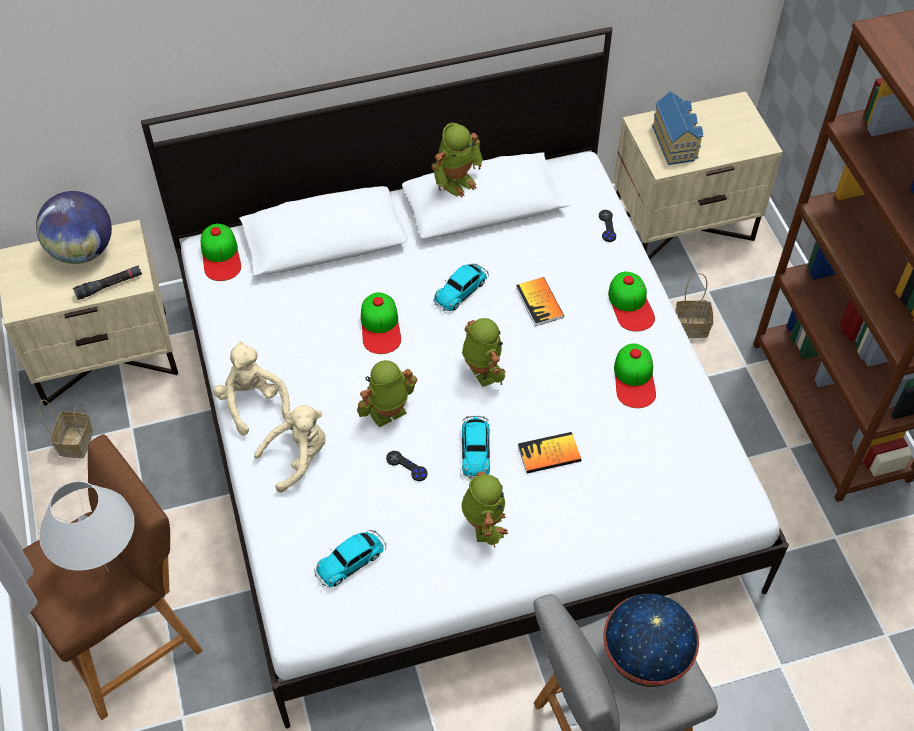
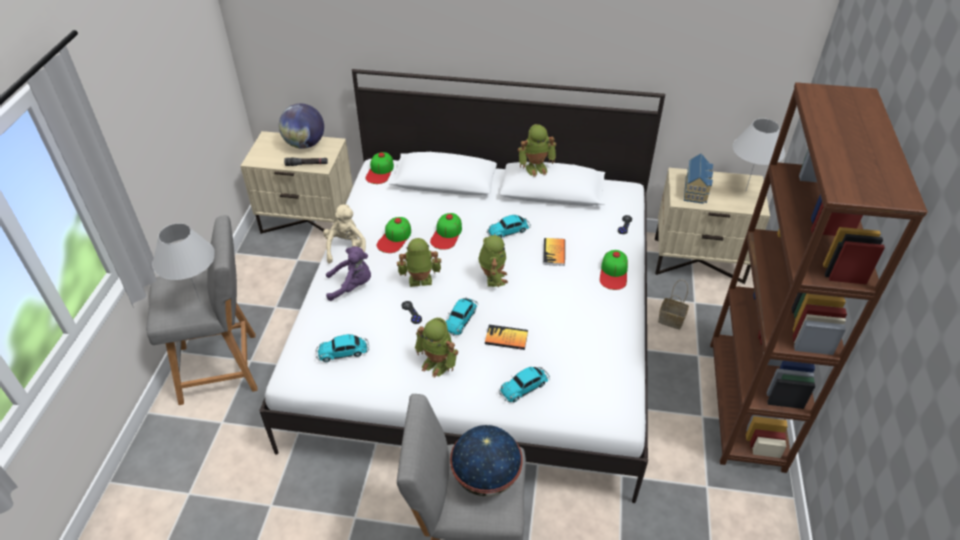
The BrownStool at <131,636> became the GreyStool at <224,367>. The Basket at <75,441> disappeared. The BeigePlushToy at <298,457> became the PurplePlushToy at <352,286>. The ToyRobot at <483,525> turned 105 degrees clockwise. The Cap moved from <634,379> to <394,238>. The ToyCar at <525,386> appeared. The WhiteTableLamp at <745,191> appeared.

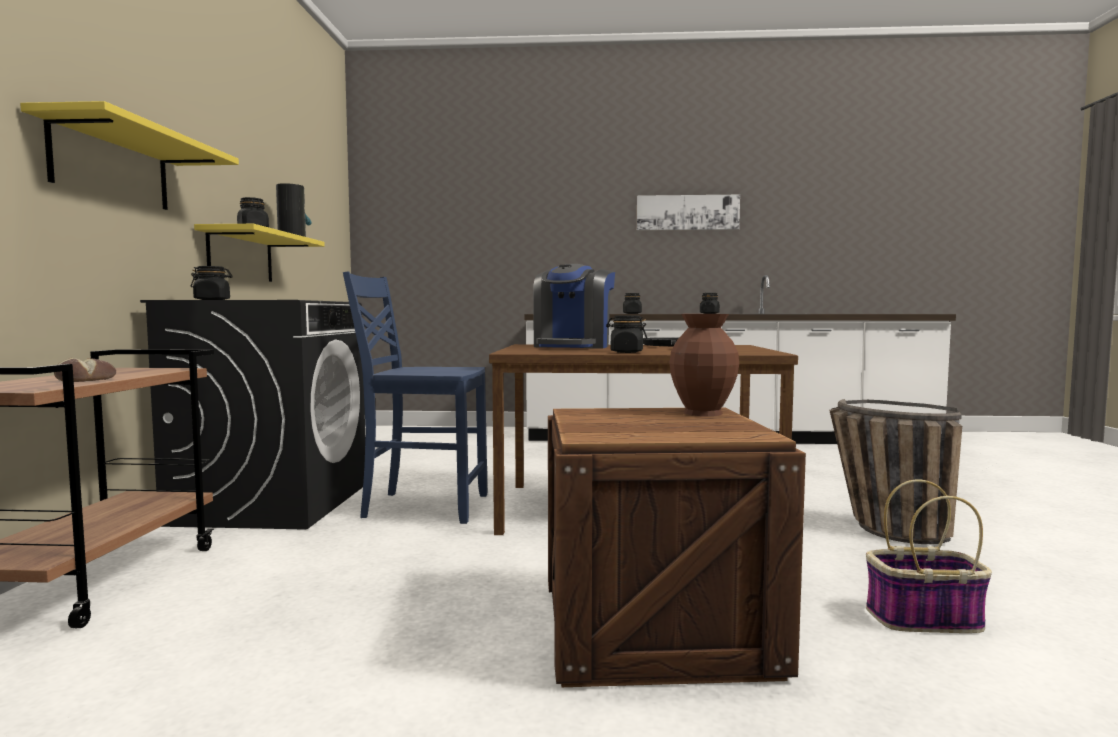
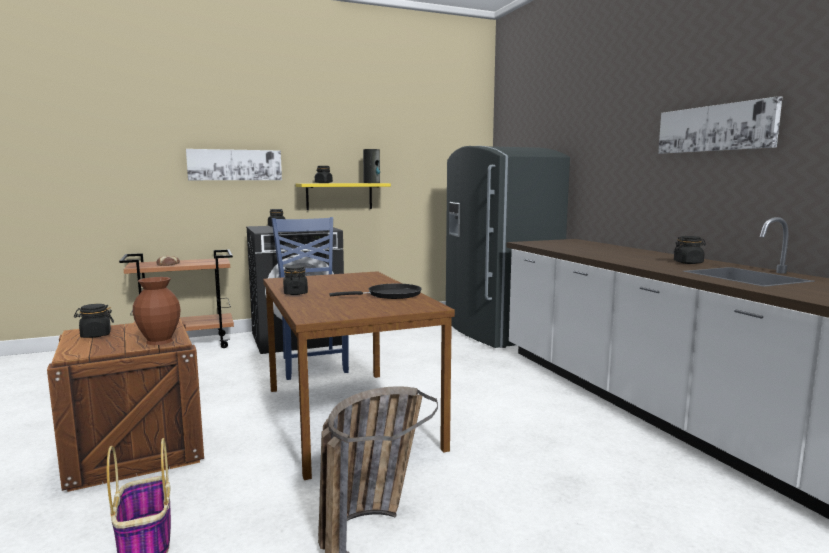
The YellowShelf at <112,166> was replaced by the Picture at <235,165>. The CoffeeMachine at <573,346> disappeared. The BlackJar moved from <632,313> to <95,335>. The GreyFridge at <497,331> appeared.

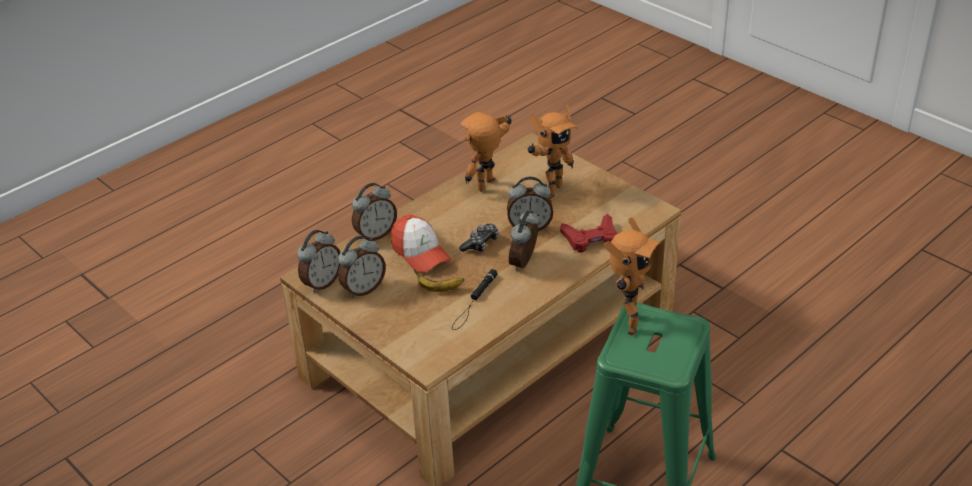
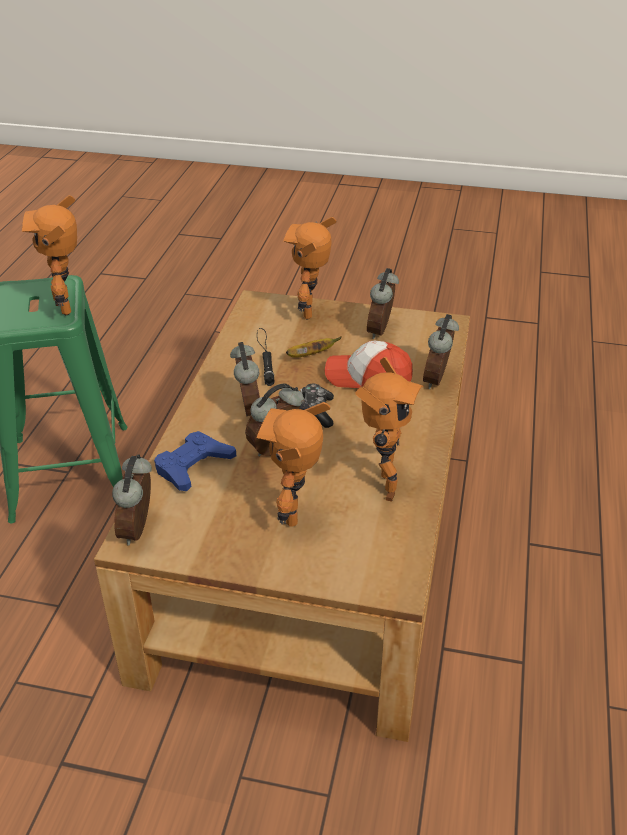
The AlarmClock moved from <322,283> to <139,530>. The RedGameController at <591,238> became the BlueGameController at <193,466>. The ToyRobot at <311,312> appeared.

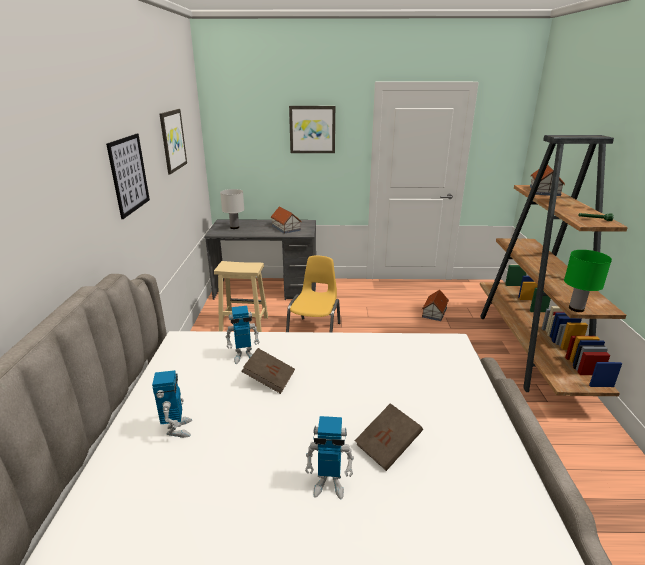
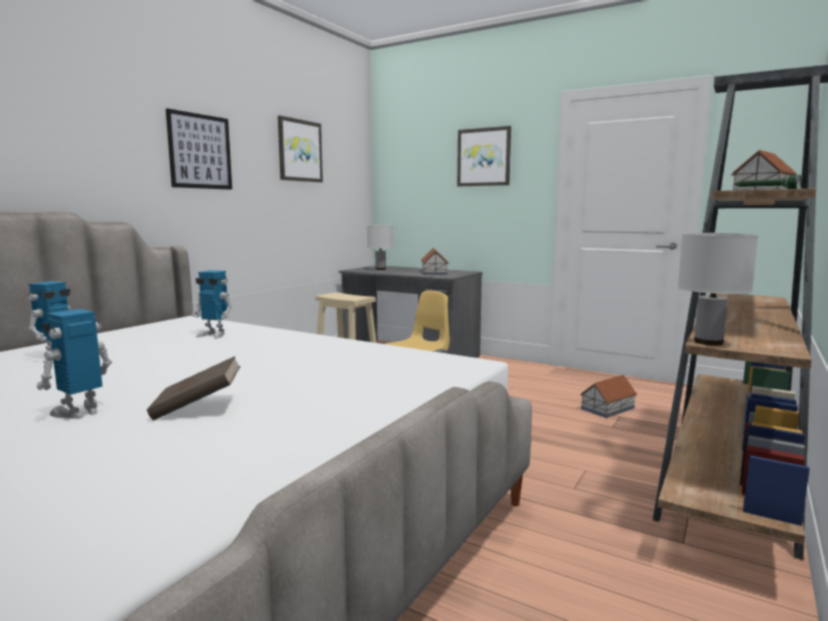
The BrownBook at <269,379> disappeared. The ToyRobot at <329,484> turned 90 degrees clockwise. The GreenTableLamp at <576,309> became the WhiteTableLamp at <709,342>.

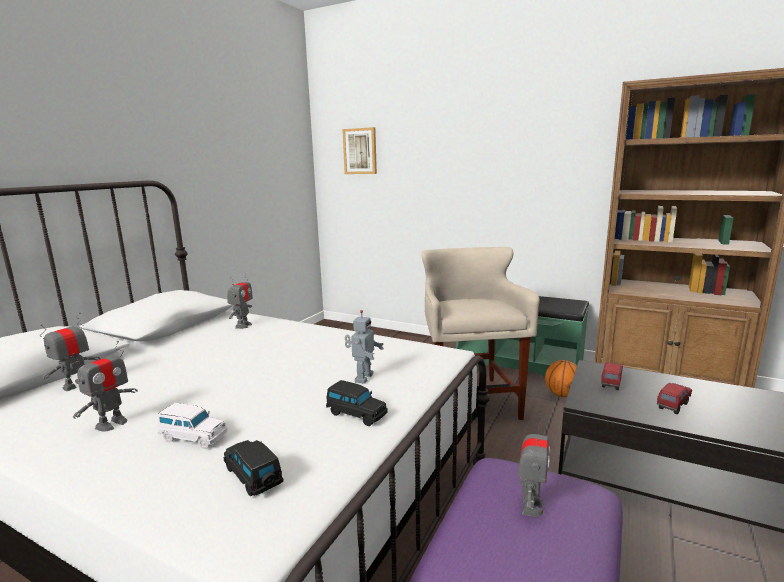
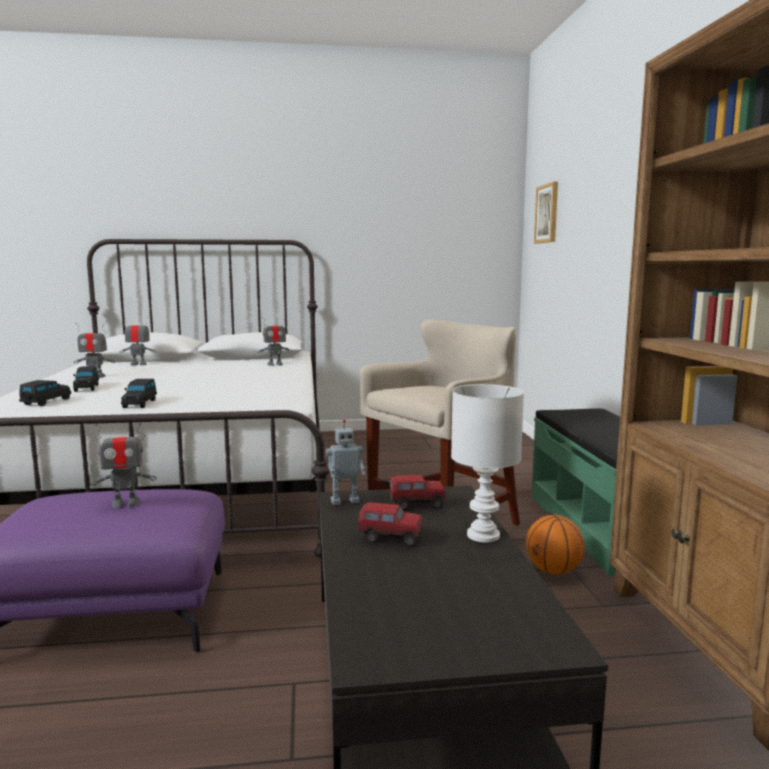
The WhiteToyCar at <193,437> became the BlackToyCar at <87,388>. The ToyRobot moved from <363,378> to <344,501>. The WhiteTableLamp at <484,535> appeared.

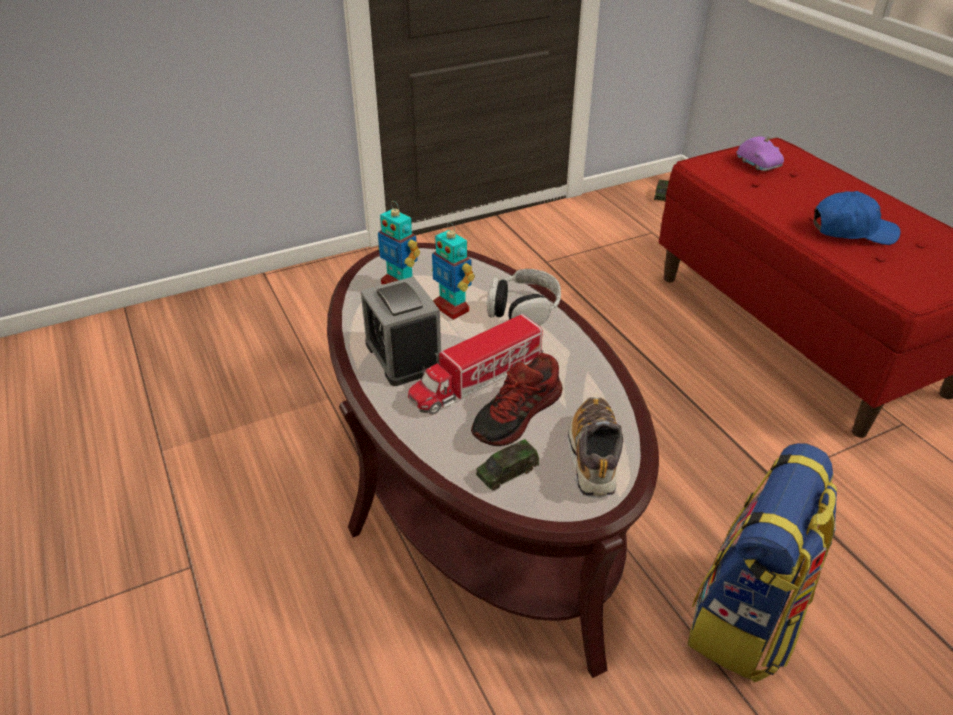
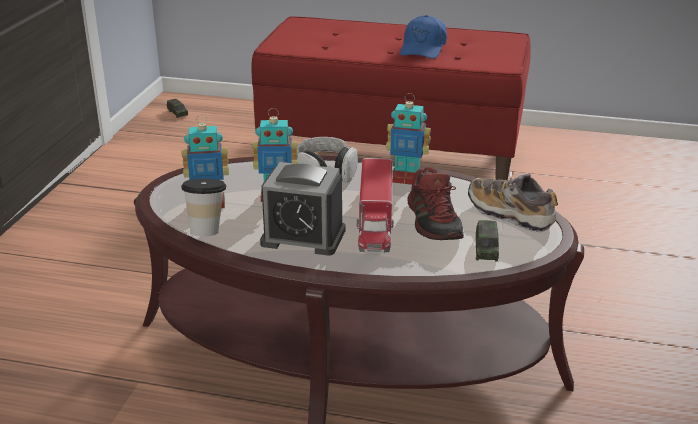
The Backpack at <746,619> disappeared. The PurpleToyCar at <758,163> disappeared. The BlueCap at <852,231> turned 150 degrees clockwise. The Cup at <207,230> appeared. The ToyRobot at <406,179> appeared.

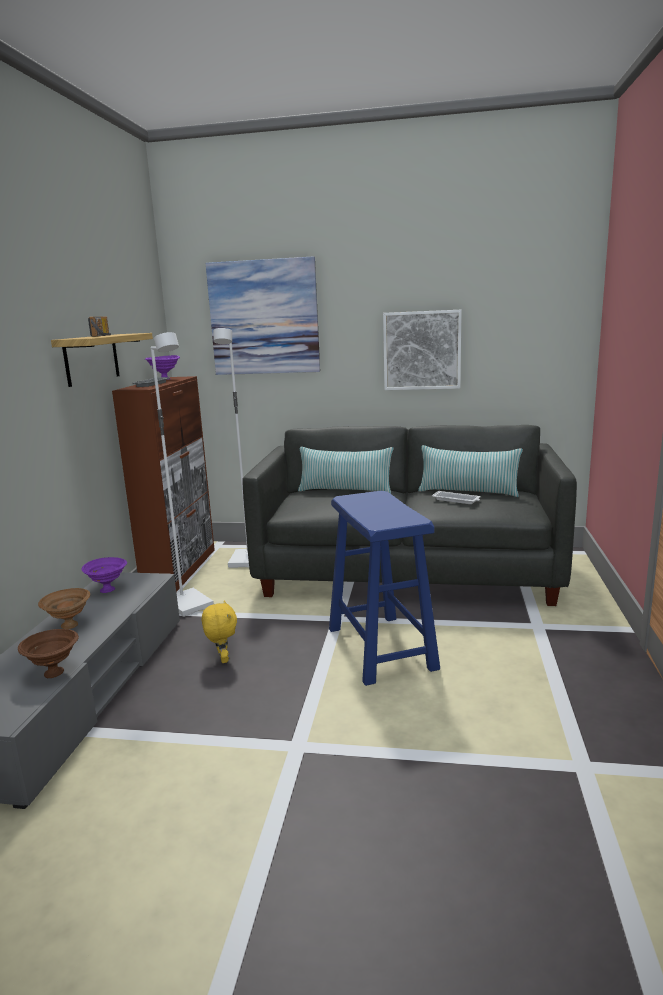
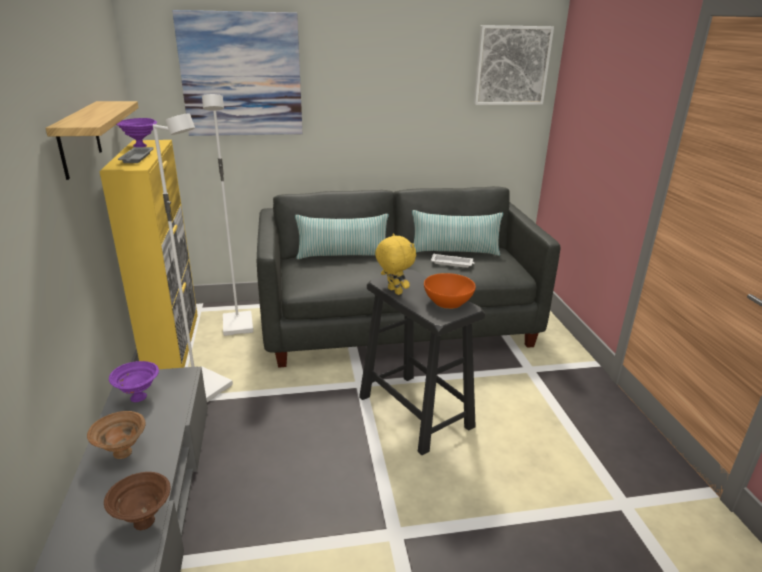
The Radio at <104,335> disappeared. The BrownCabinet at <180,569> became the YellowCabinet at <173,343>. The YellowPlushToy moved from <222,659> to <393,291>. The BlueStool at <380,647> became the BlackStool at <415,411>. The Picture moved from <422,350> to <511,66>. The OrangeBowl at <448,302> appeared.

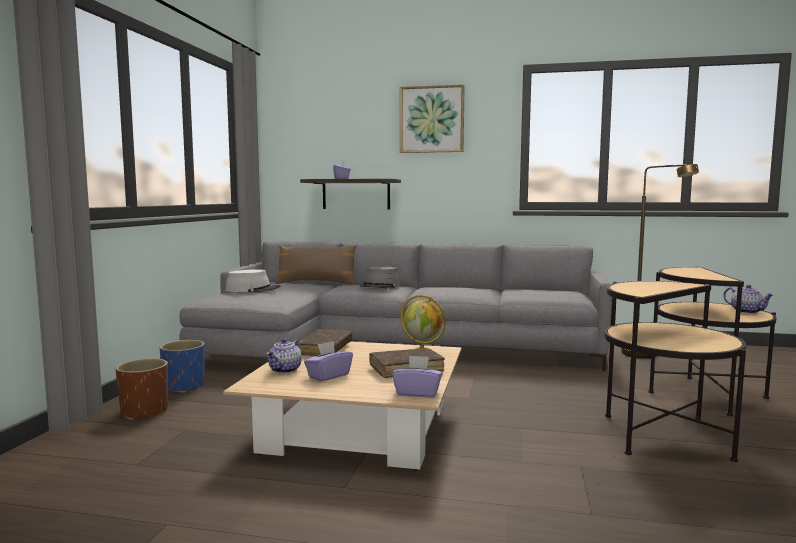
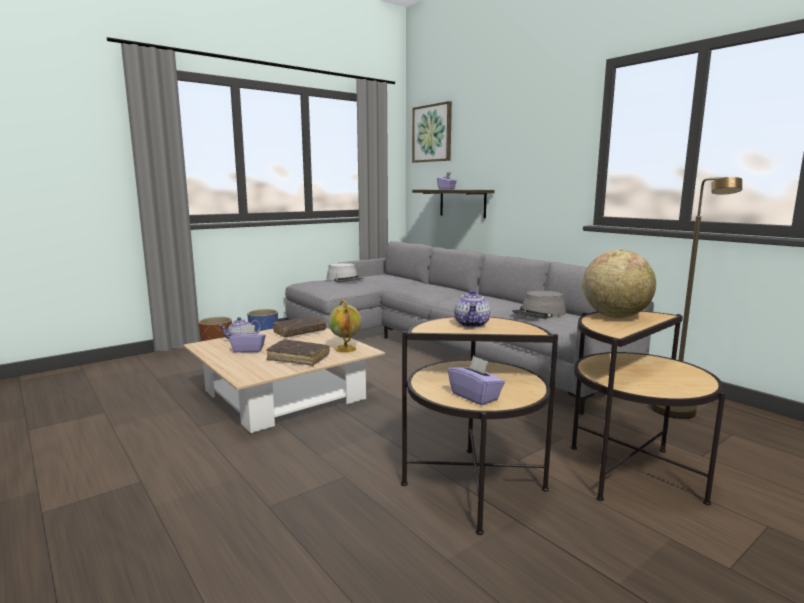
The BrownPillow at <316,283> disappeared. The GreyHat moved from <380,286> to <539,313>. The PurpleTissueBox moved from <417,393> to <475,396>. The Picture moved from <432,119> to <432,133>. The Teapot moved from <747,312> to <472,324>. The Globe at <615,316> appeared.

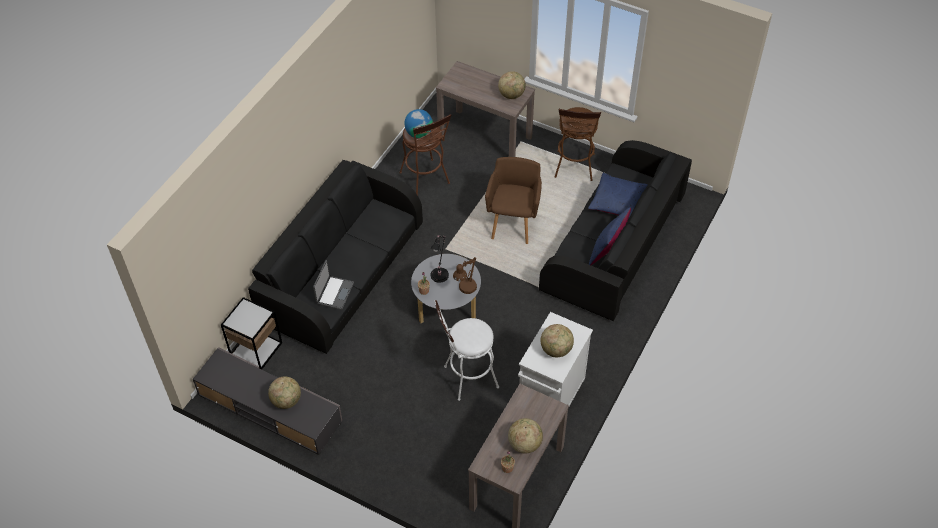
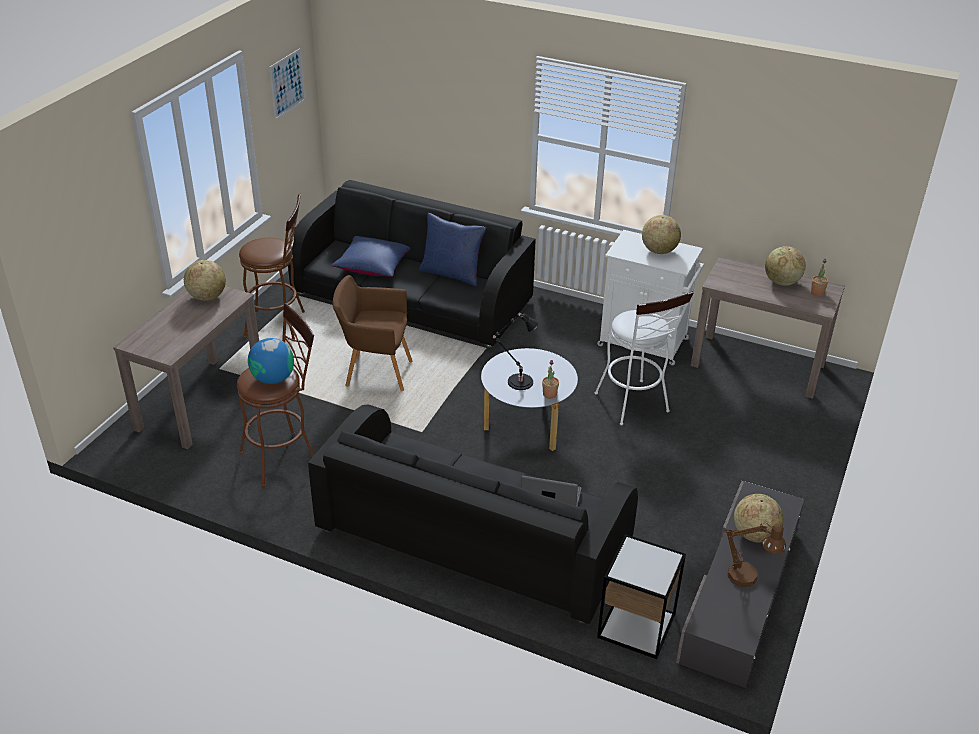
The BrownTableLamp moved from <465,289> to <748,578>. The Picture at <287,83> appeared.

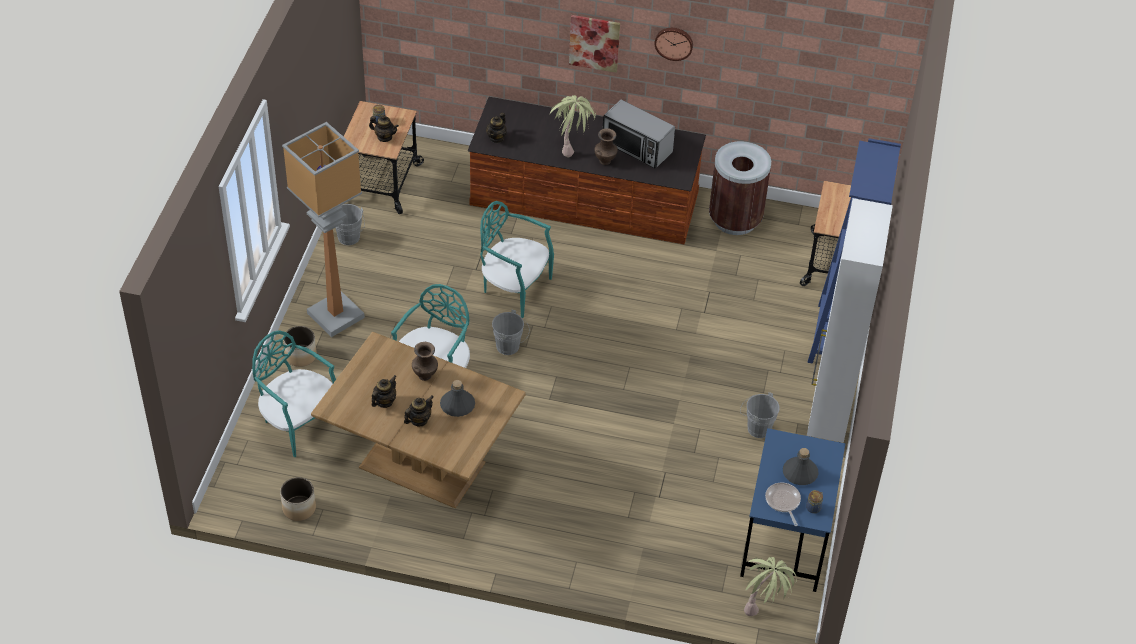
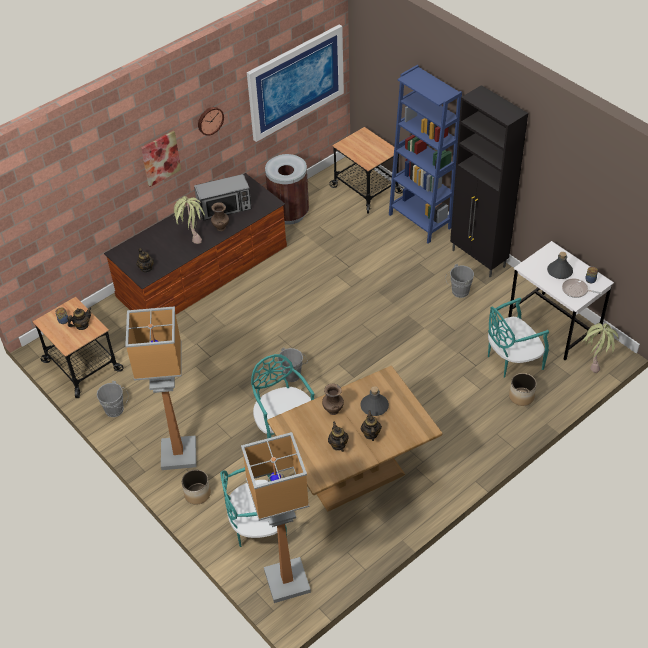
The Planter moved from <299,508> to <521,397>. The TurquoiseChair moved from <514,288> to <512,359>. The BlueDesk at <786,542> became the WhiteDesk at <554,326>. The WhiteCabinet at <827,421> became the BlackCabinet at <478,259>. The FloorLamp at <286,582> appeared. The Picture at <296,82> appeared.

